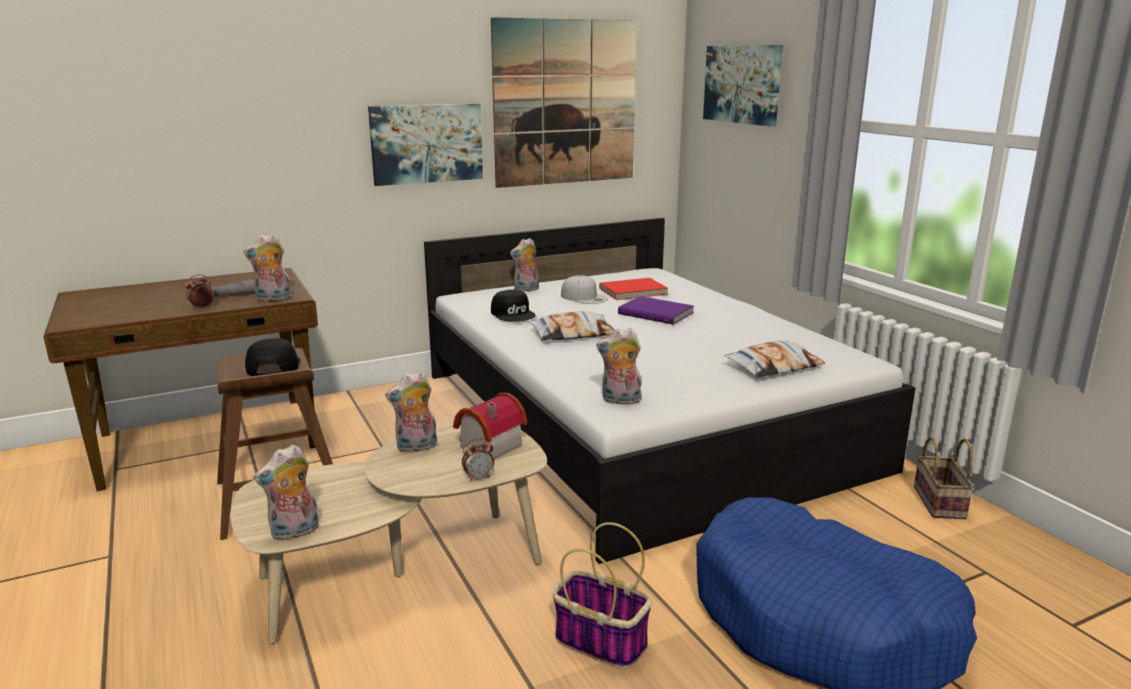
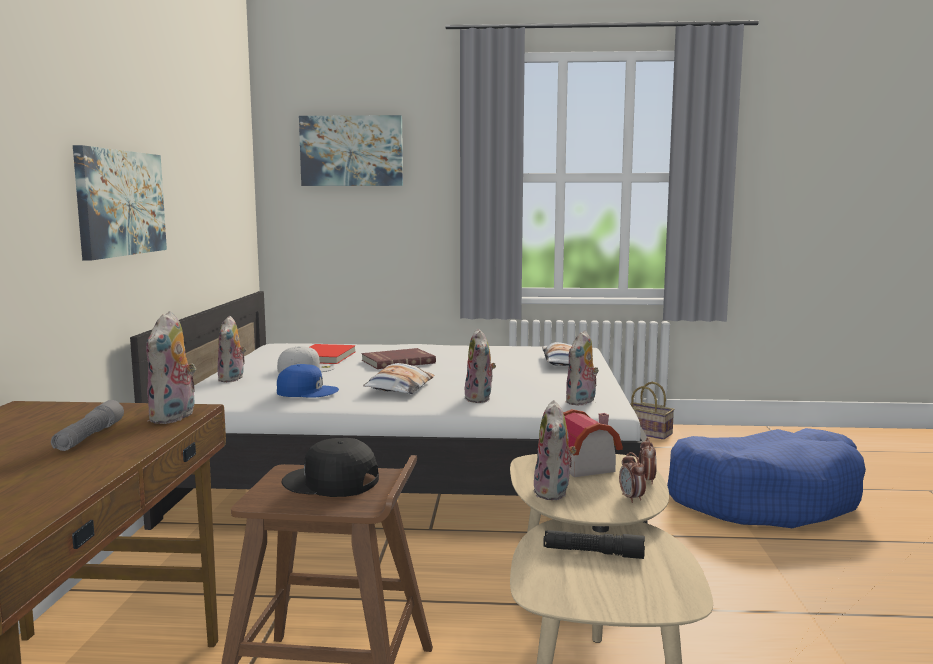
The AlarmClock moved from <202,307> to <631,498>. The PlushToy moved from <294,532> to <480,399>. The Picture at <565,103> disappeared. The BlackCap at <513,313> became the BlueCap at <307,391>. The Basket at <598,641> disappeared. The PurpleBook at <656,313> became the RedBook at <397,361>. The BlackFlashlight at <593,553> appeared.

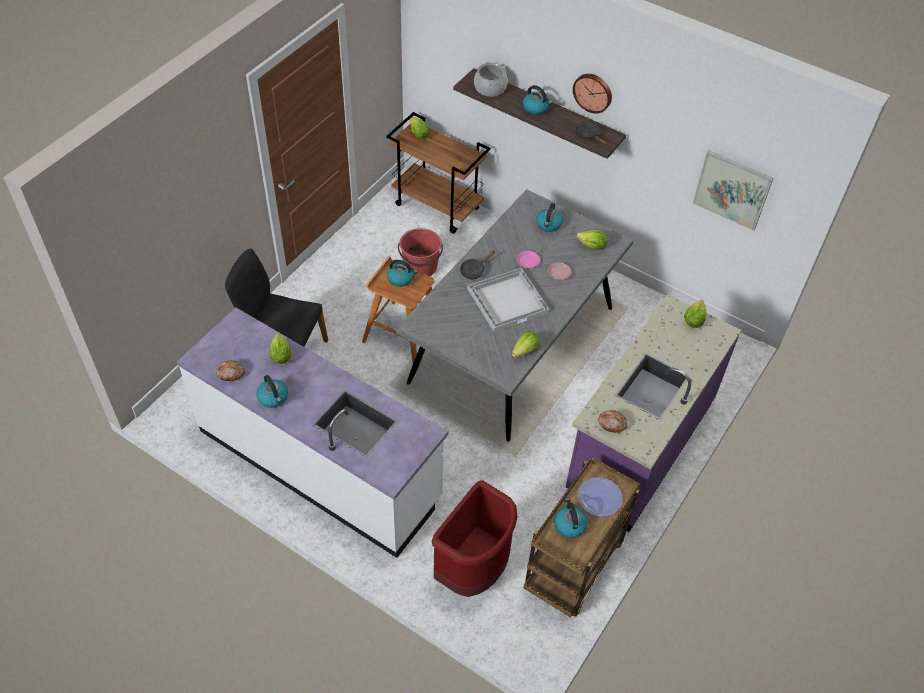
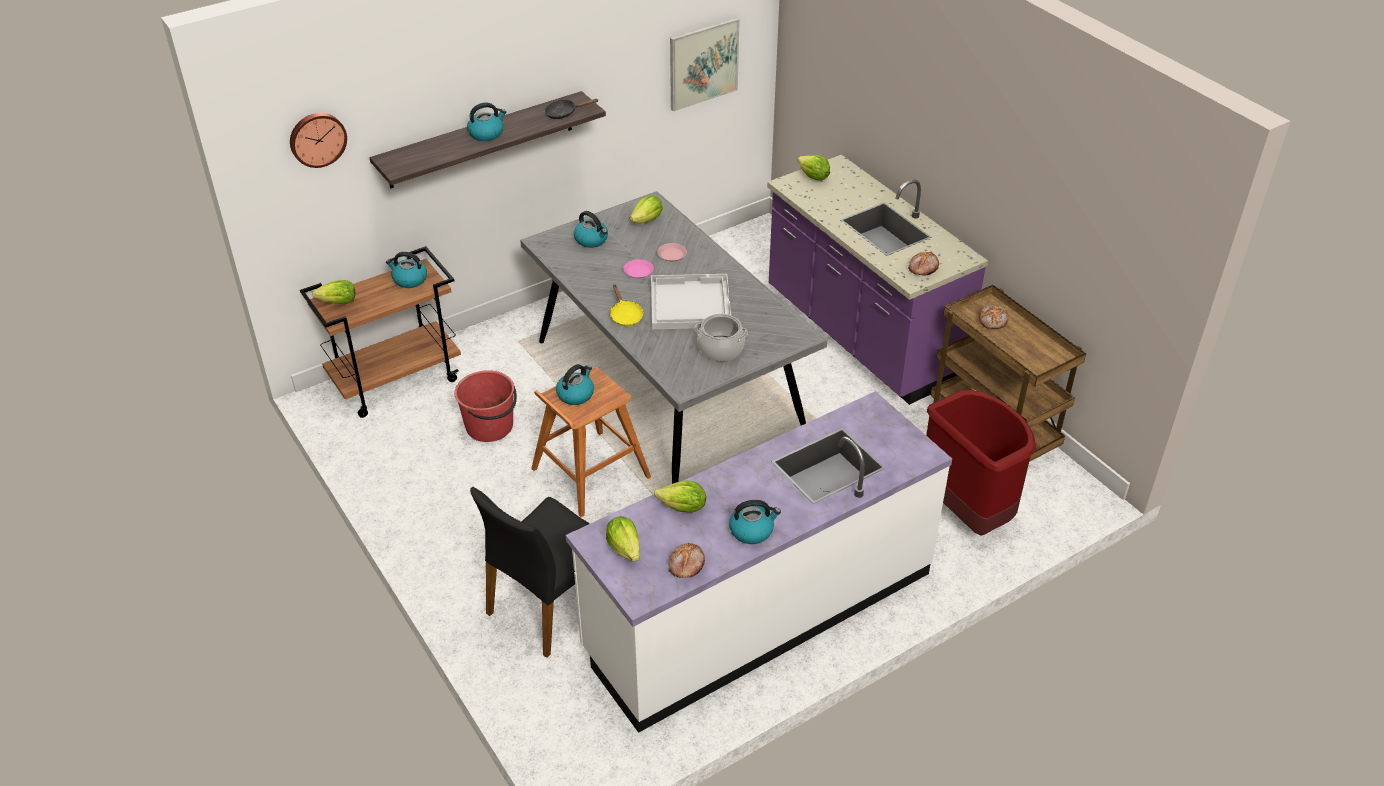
The BlackFryingPan at <474,270> became the YellowFryingPan at <625,315>. The CookingPot moved from <490,88> to <720,348>. The Lettuce moved from <525,351> to <625,548>. The Kettle moved from <569,524> to <409,280>. The WallClock moved from <593,92> to <317,139>. The Plate at <599,497> was replaced by the Bread at <993,321>.

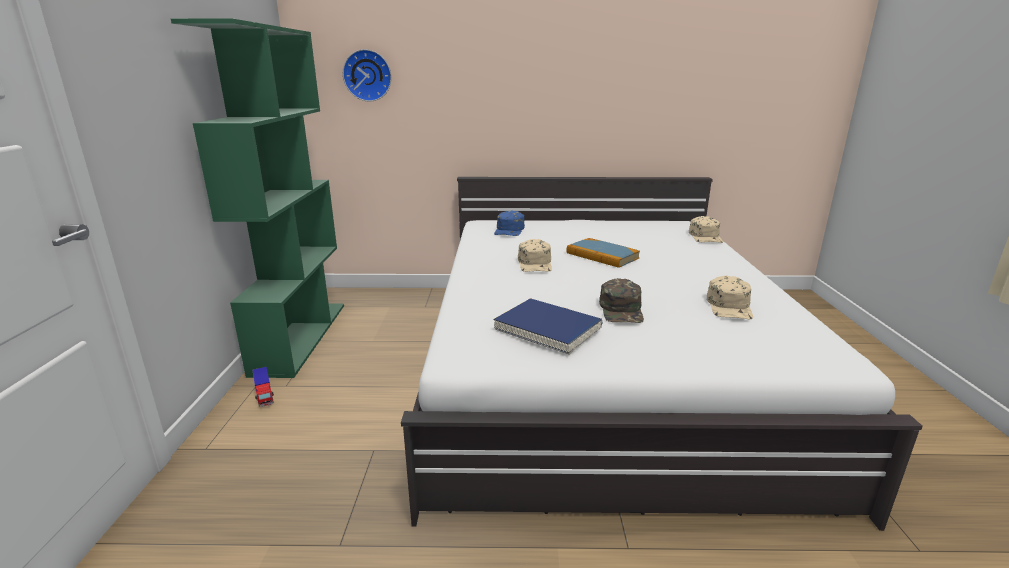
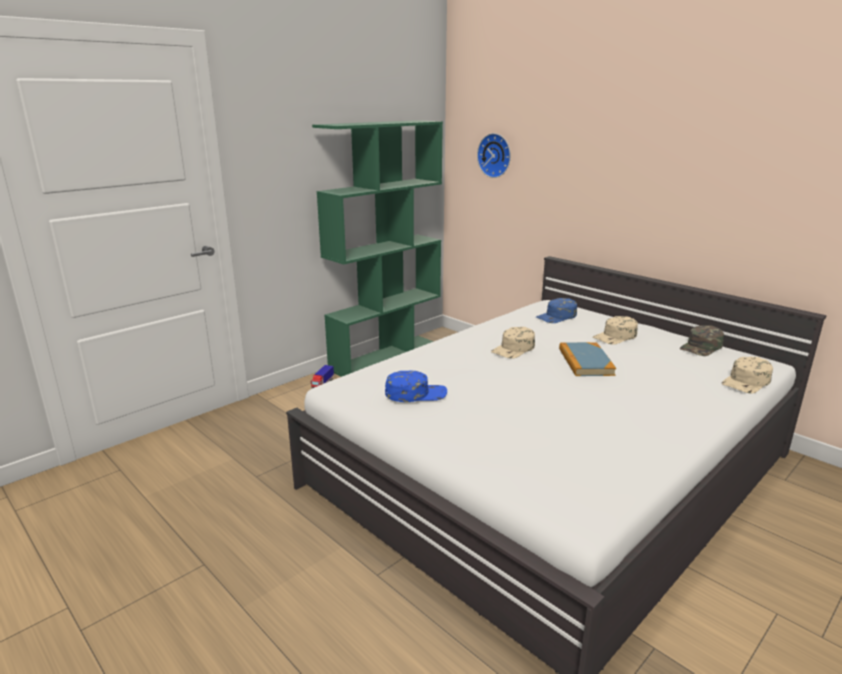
The BlueBook at <548,329> was replaced by the BlueCap at <416,393>. The GreenCap moved from <622,310> to <701,347>. The BeigeCap moved from <730,306> to <615,337>.

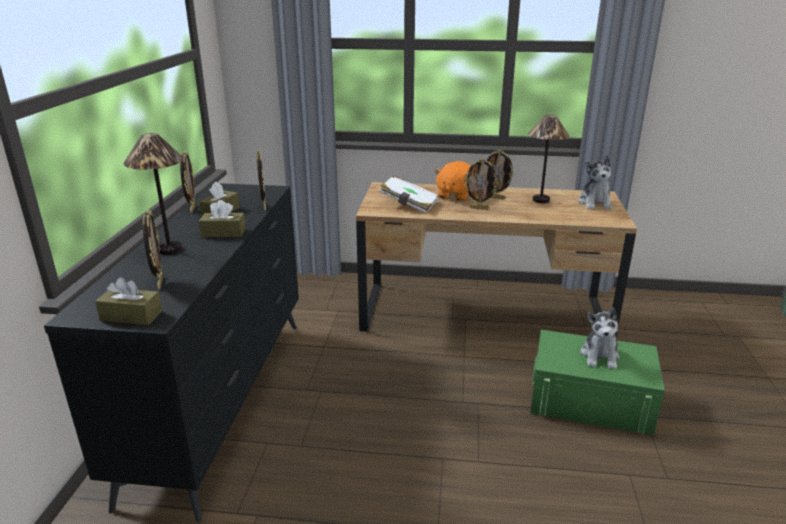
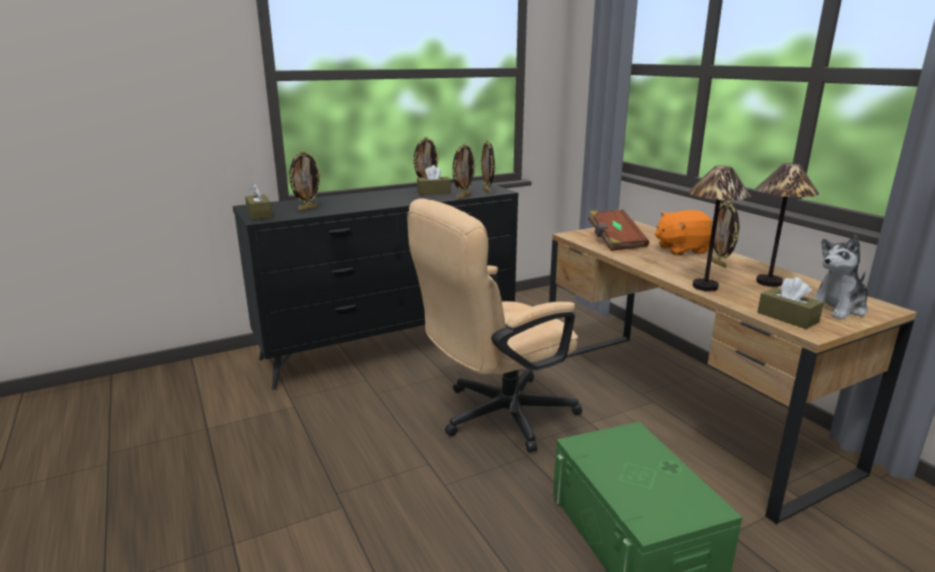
The TableLamp moved from <169,250> to <704,287>. The BrownTissueBox moved from <223,232> to <787,317>. The WhiteBook at <409,205> became the BrownBook at <615,241>. The PictureFrame moved from <479,208> to <487,192>. The PlushToy at <600,356> disappeared. The BeigeOfficeChair at <496,417> appeared.

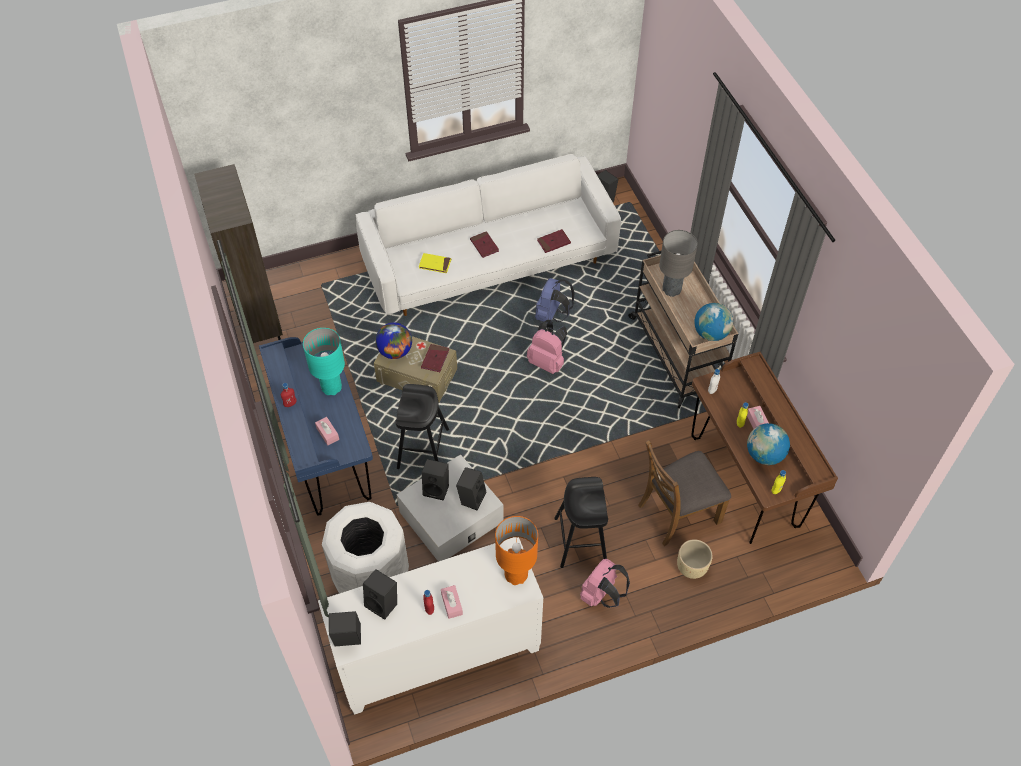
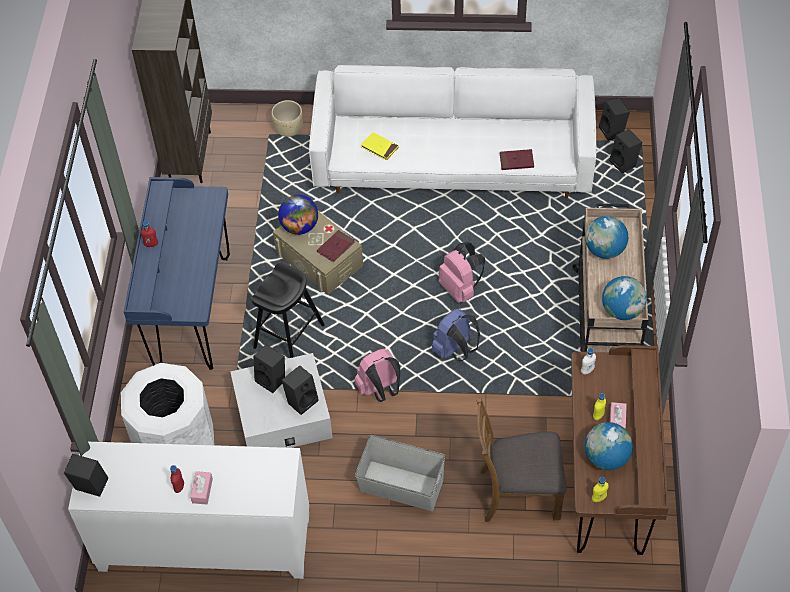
The TurquoiseTableLamp at <331,387> disappeared. The PinkTissueBox at <327,434> disappeared. The BlackSpeaker moved from <383,603> to <624,163>. The RedBook at <484,246> disappeared. The OrangeTableLamp at <516,574> disappeared. The BlueBackpack moved from <552,315> to <455,350>. The BlackStool at <580,540> was replaced by the GreyStorageBox at <401,485>. The PinkBackpack moved from <602,595> to <380,390>. The GreyTableLamp at <671,290> was replaced by the Globe at <604,250>. The BeigePlanter moved from <692,567> to <289,129>.

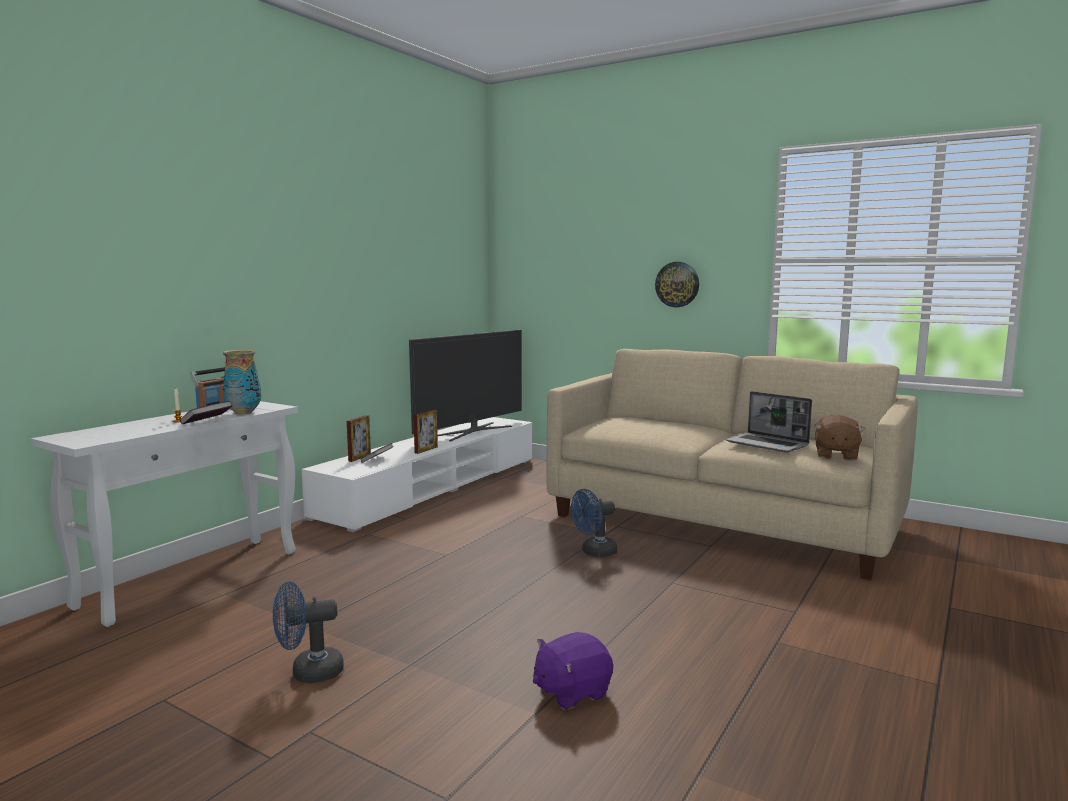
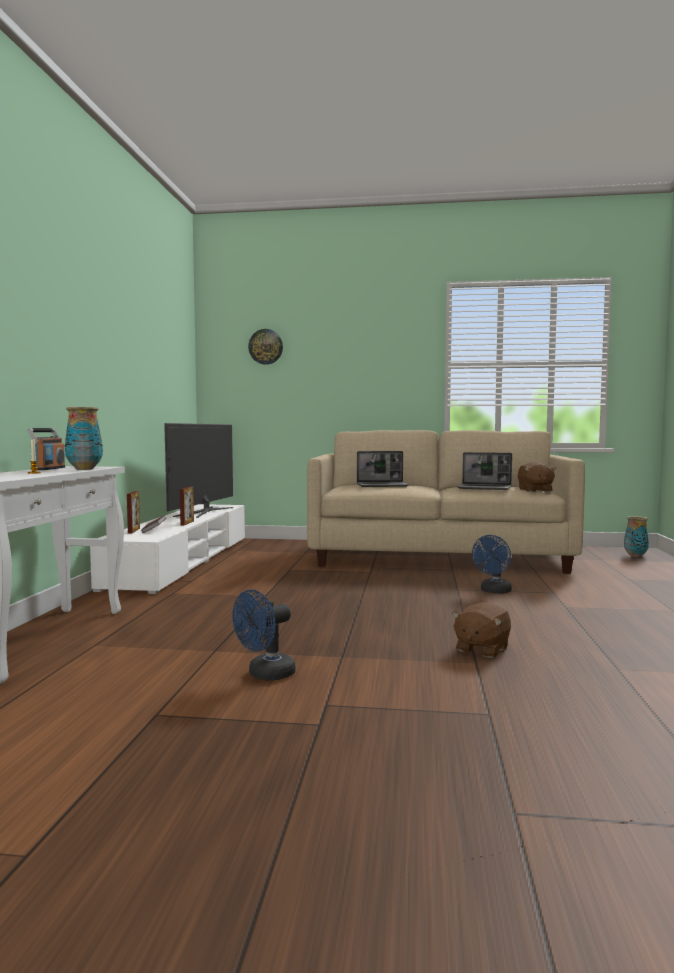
The Book at <207,422> disappeared. The PurplePlushToy at <571,692> became the BrownPlushToy at <481,649>. The BlueFan moved from <594,552> to <494,591>. The WallClock moved from <677,284> to <266,346>. The Laptop at <382,485> appeared. The Vase at <635,556> appeared.

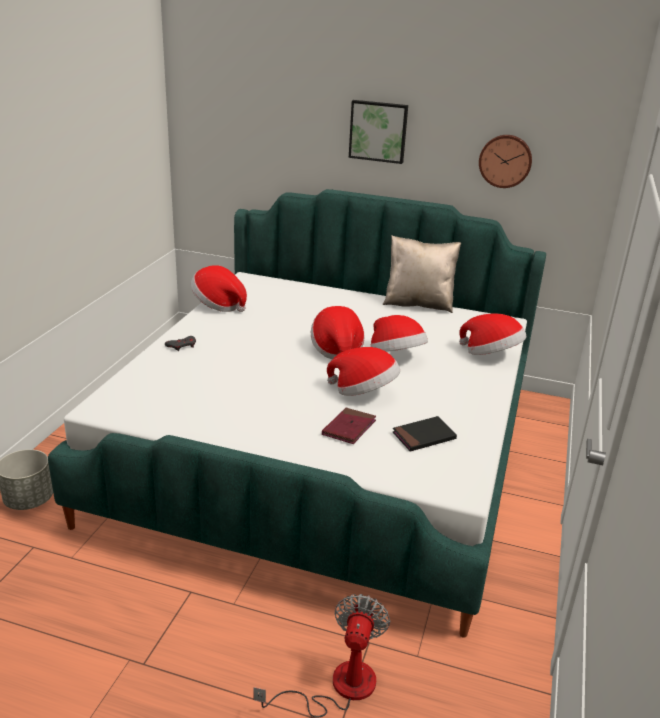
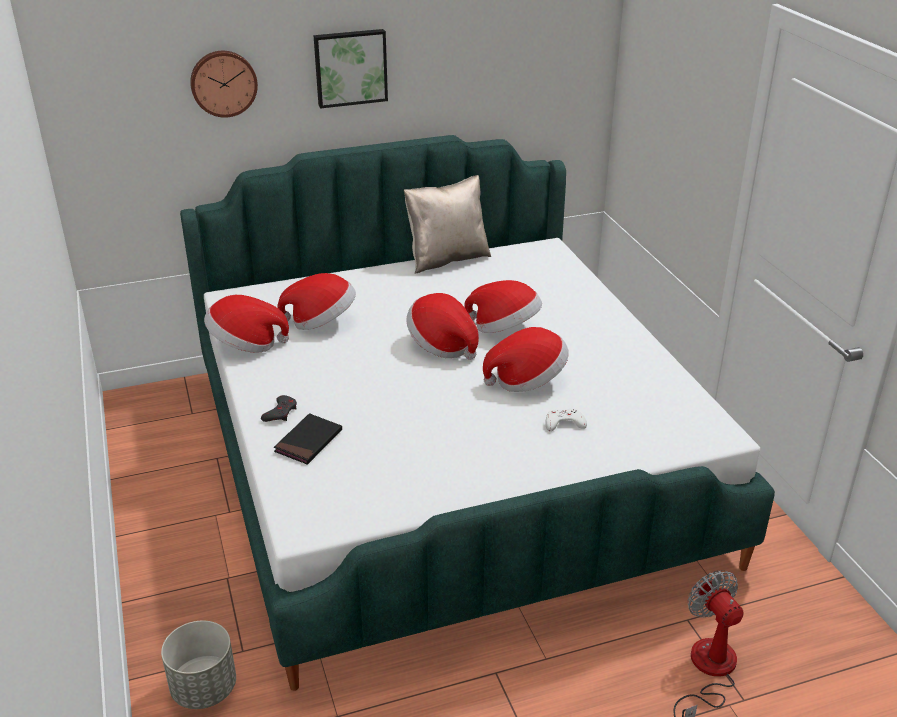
The RedBook at <349,428> was replaced by the WhiteGameController at <564,423>. The BlackBook moved from <424,436> to <308,442>. The Hat moved from <491,354> to <321,322>. The WallClock moved from <505,161> to <223,83>.

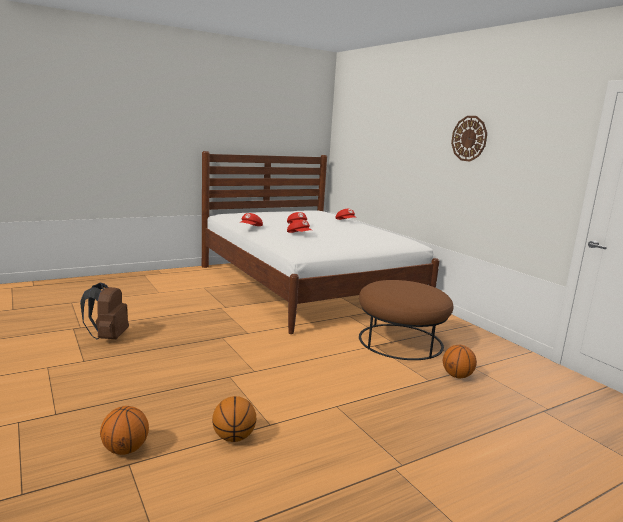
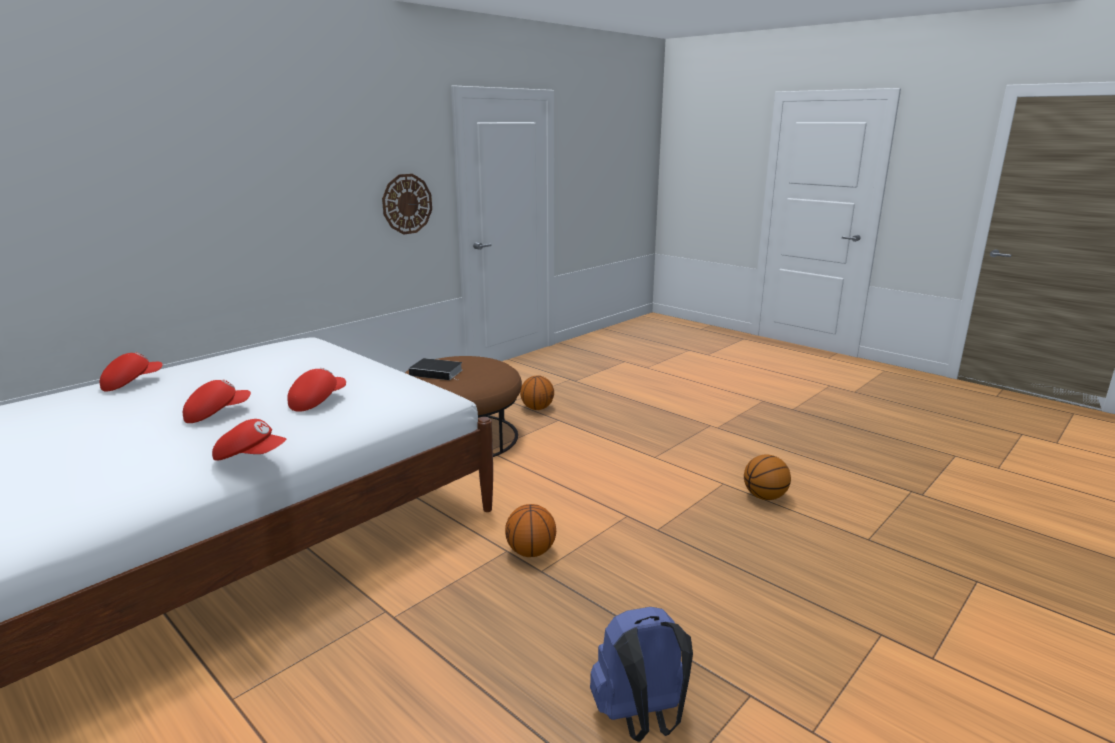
The BrownBackpack at <108,337> became the BlueBackpack at <641,718>. The Basketball moved from <125,449> to <530,552>. The WallClock moved from <469,138> to <407,204>. The Book at <438,372> appeared.

